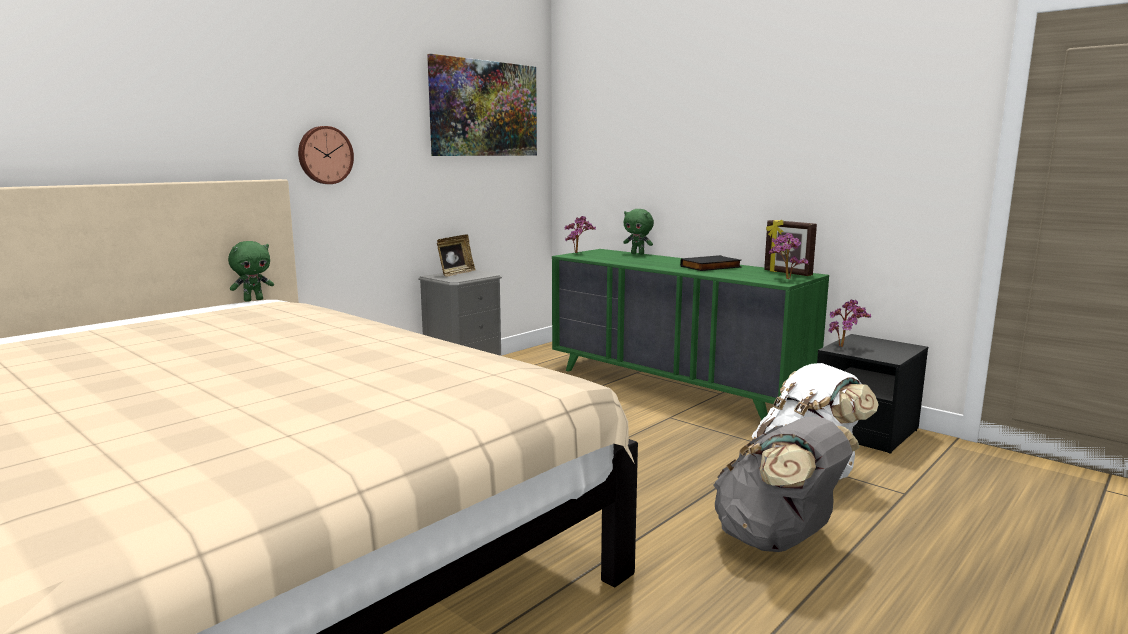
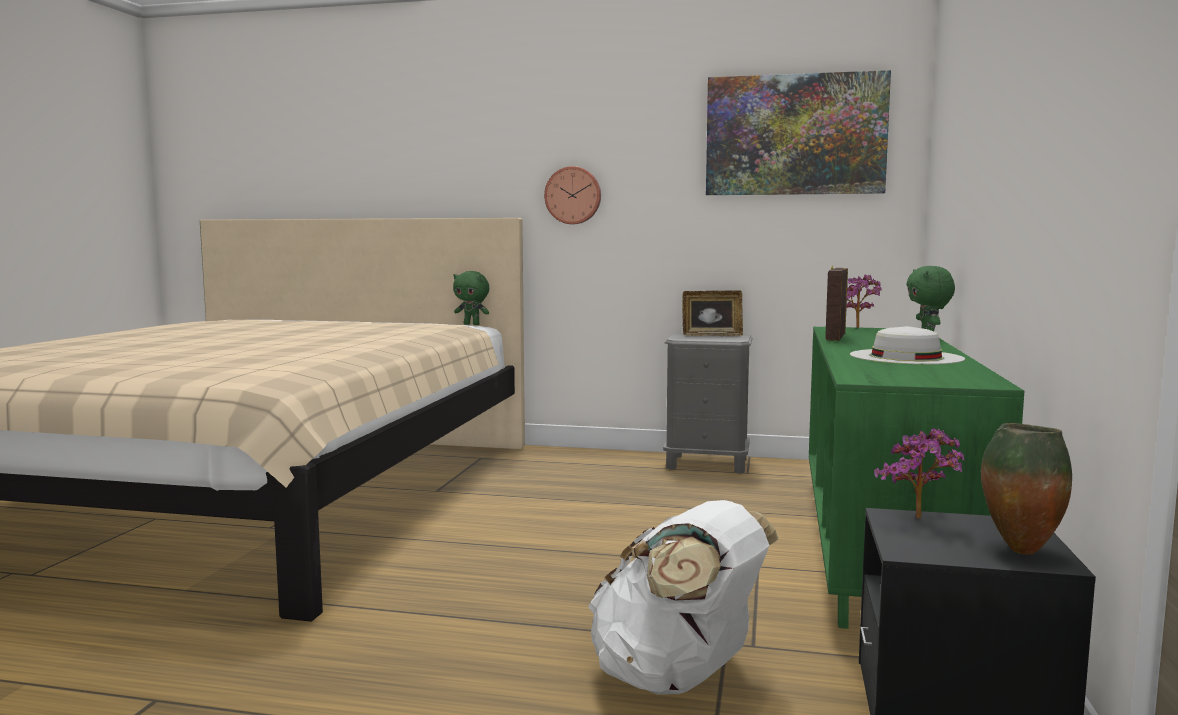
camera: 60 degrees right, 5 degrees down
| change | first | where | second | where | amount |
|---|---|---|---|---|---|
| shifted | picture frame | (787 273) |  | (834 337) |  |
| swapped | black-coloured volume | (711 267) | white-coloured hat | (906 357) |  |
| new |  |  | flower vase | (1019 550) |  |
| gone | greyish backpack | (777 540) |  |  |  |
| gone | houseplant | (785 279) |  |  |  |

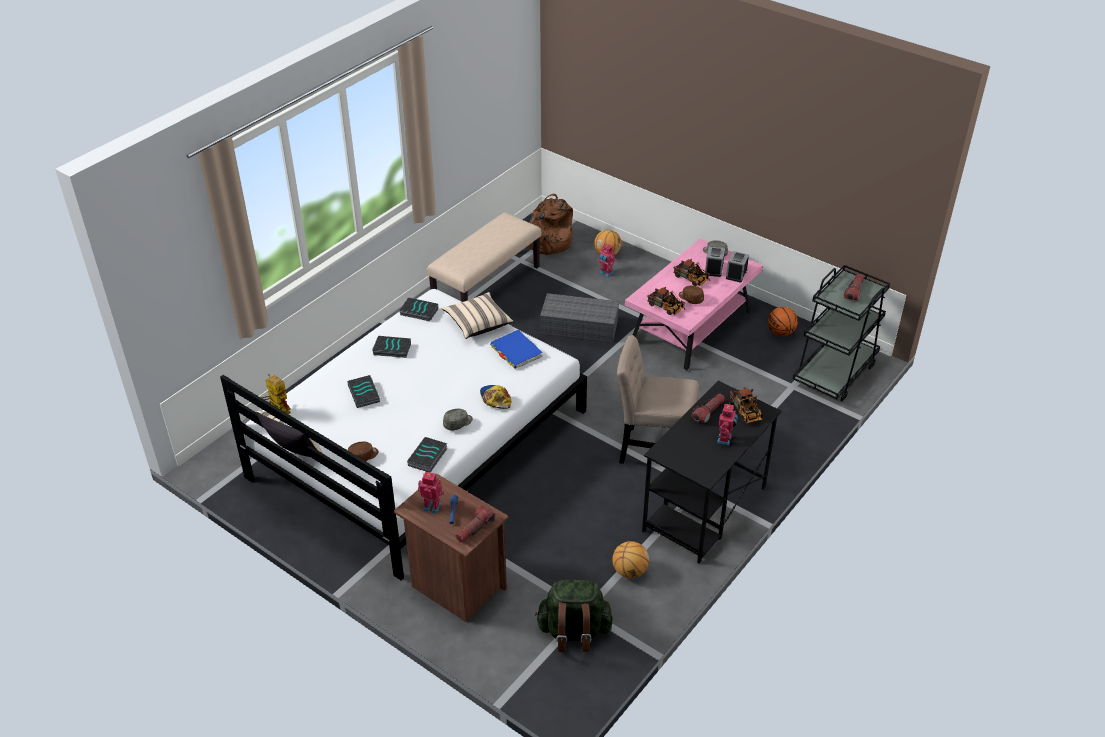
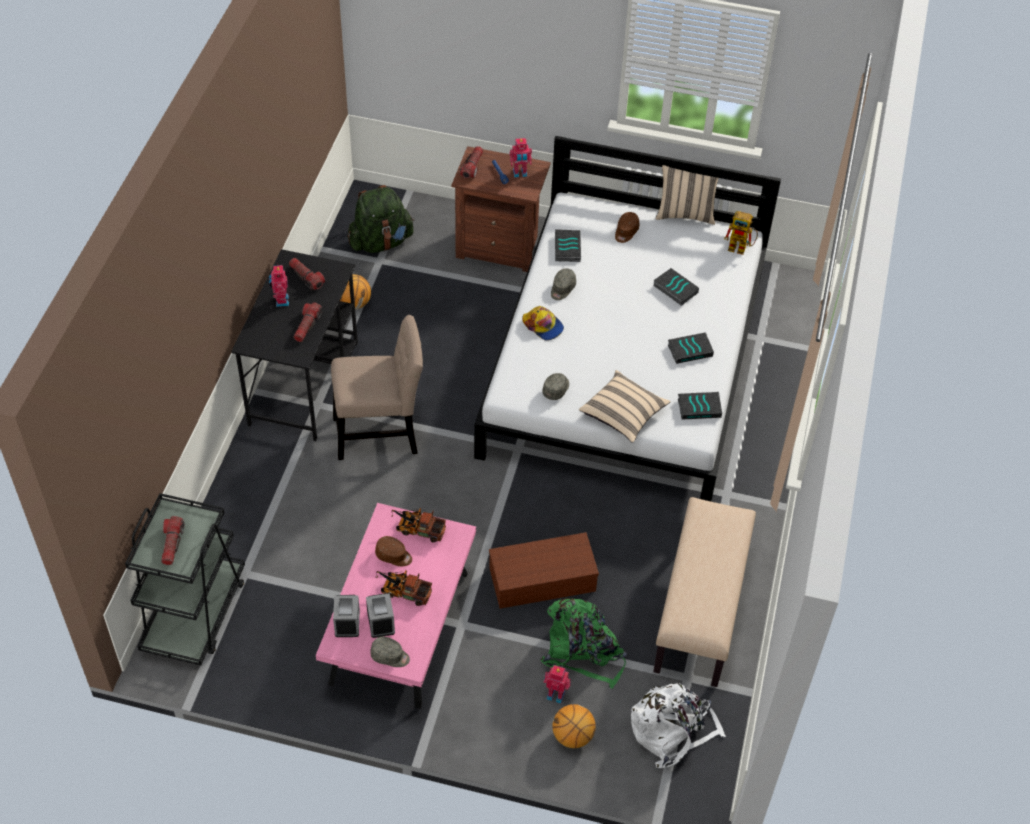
camera: 155 degrees right, 10 degrees up
| change | first | where | second | where | amount |
|---|---|---|---|---|---|
| new |  |  | hand torch | (306 278) |  |
| repainted | greyish storage container | (580 327) | brownish storage container | (541 580) |  |
| new |  |  | greenish backpack | (583 651) |  |
| swapped | blue volume | (516 351) | greyish cap | (556 389) |  |
| repainted | brownish backpack | (546 242) | white-coloured backpack | (672 730) |  |
| gone | toy truck | (746 413) |  |  |  |
| gone | basketball | (781 332) |  |  |  |

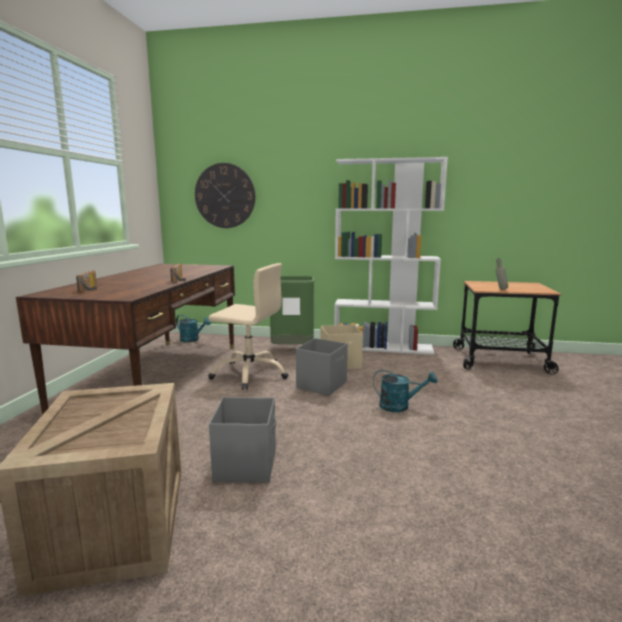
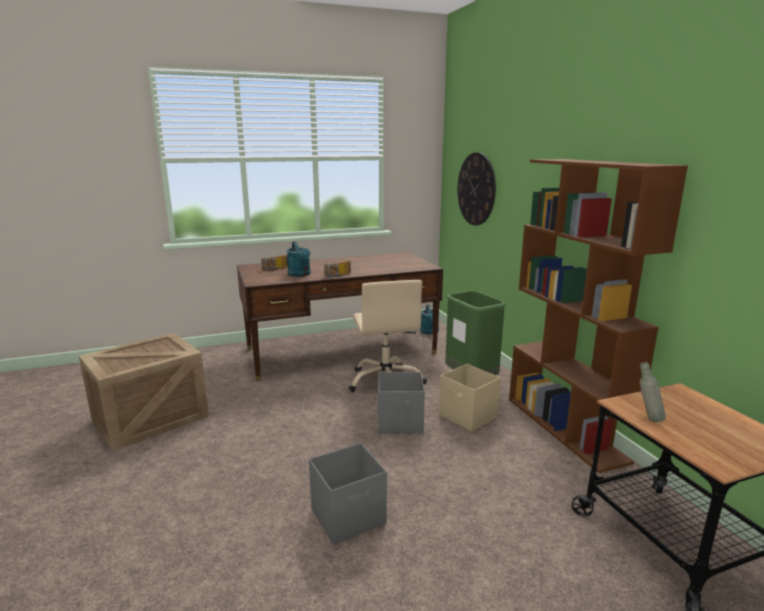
camera: 60 degrees right, 5 degrees up
| change | first | where | second | where | amount |
|---|---|---|---|---|---|
| shifted | blue-green watering can | (400 406) |  | (300 275) |  |
| shifted | greyish storage container | (246 464) |  | (349 516) |  |
| repainted | white-coloured bookshelf | (383 347) | brownish bookshelf | (565 428) |  |

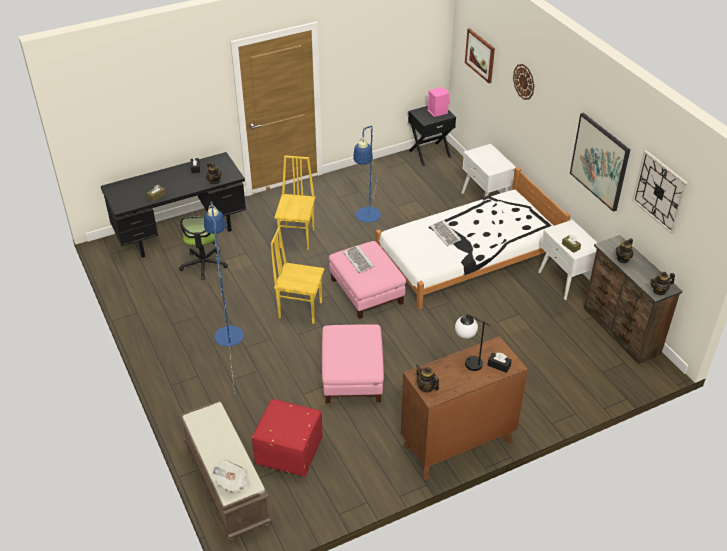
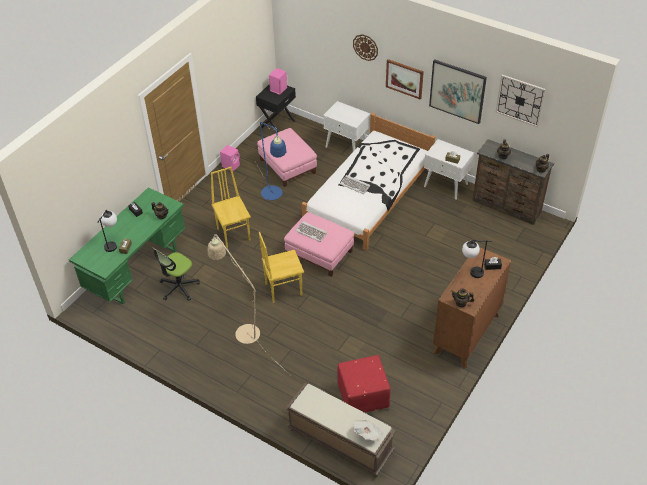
camera: 30 degrees left, 5 degrees up
| change | first | where | second | where | amount |
|---|---|---|---|---|---|
| repainted | black-coloured desk | (182 232) | greenish desk | (137 269) |  |
| new |  |  | lamp for a table | (113 243) |  |
| rotated | desk chair | (203 264) |  | (179 287) | 75 degrees clockwise |
| repainted | blue floor lamp | (228 330) | sand-coloured floor lamp | (243 330) |  |
| new |  |  | pink audio speaker | (231 165) |  |
| shifted | pink ottoman | (351 375) |  | (287 166) |  |
| shifted | wall art | (480 55) |  | (404 78) |  |

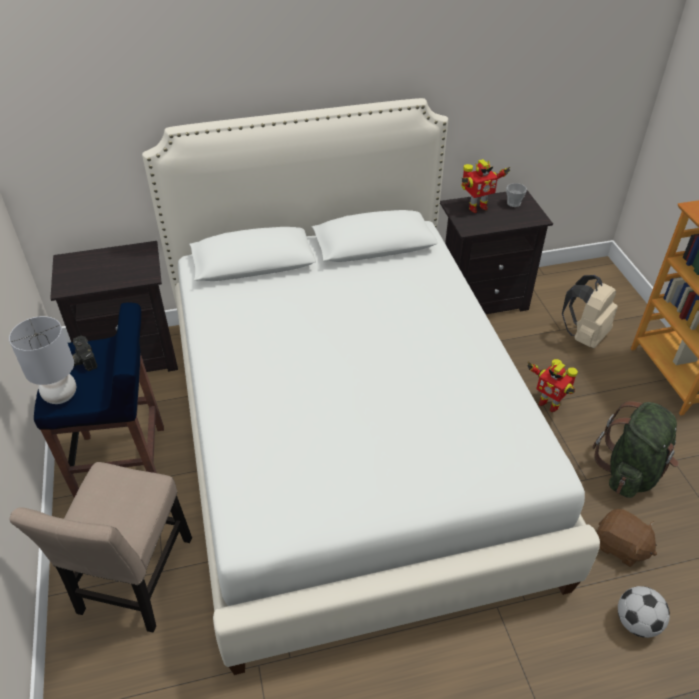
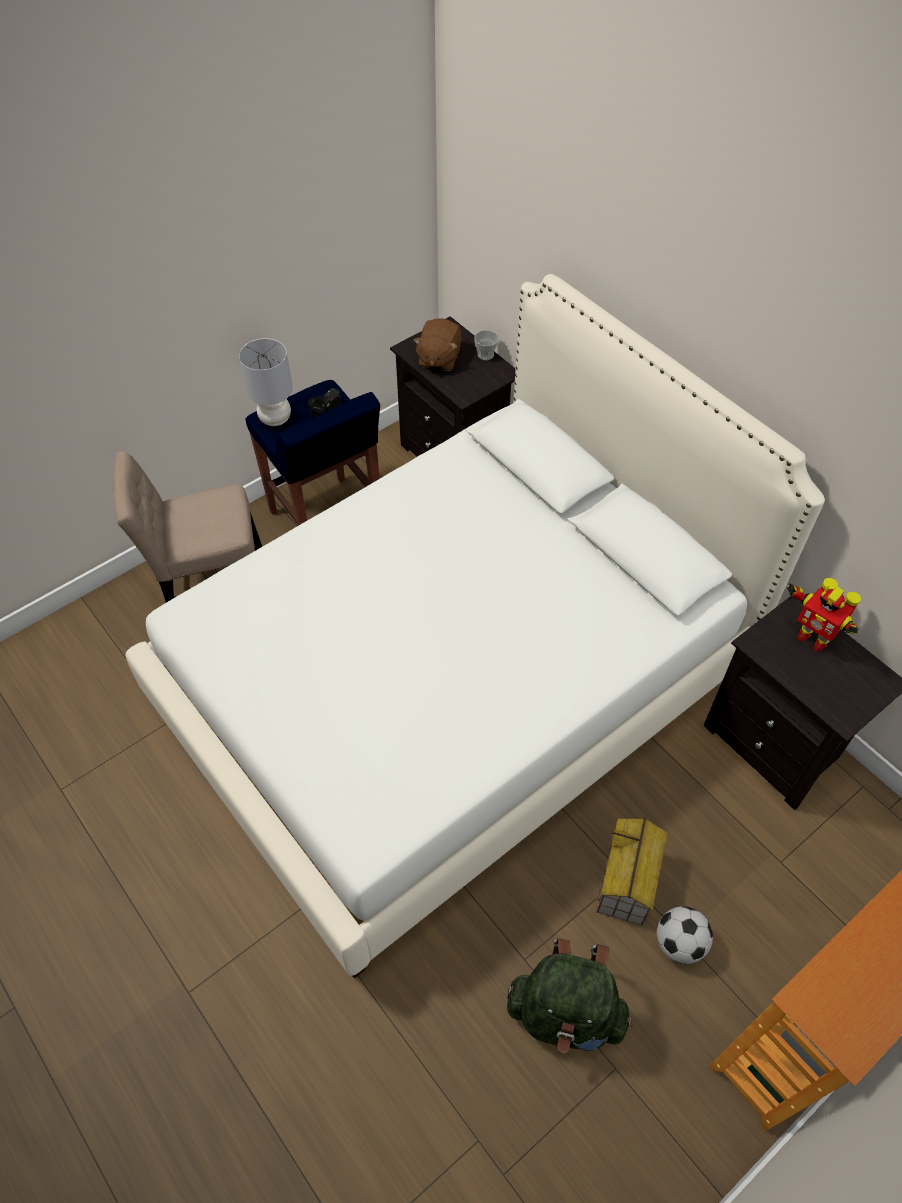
camera: 65 degrees right, 10 degrees up
| change | first | where | second | where | amount |
|---|---|---|---|---|---|
| shifted | brownish soft toy | (621 547) |  | (438 358) |  |
| shifted | cup | (513 203) |  | (485 354) |  |
| swapped | robot figure | (548 403) | miniature house | (627 882) |  |
| shifted | football | (636 622) |  | (679 943) |  |
| gone | sand-coloured backpack | (584 336) |  |  |  |

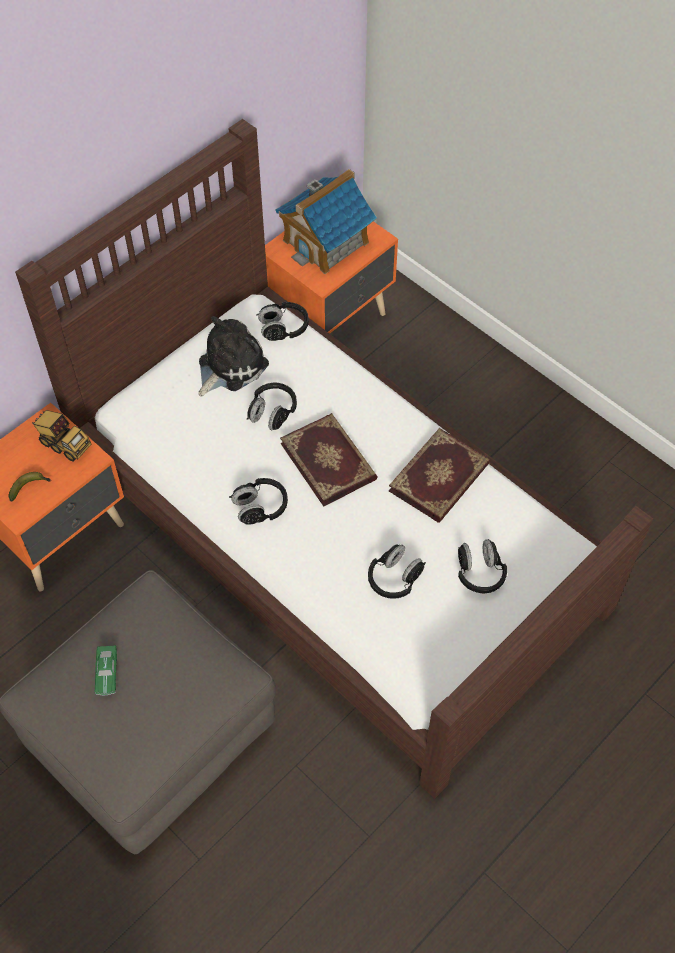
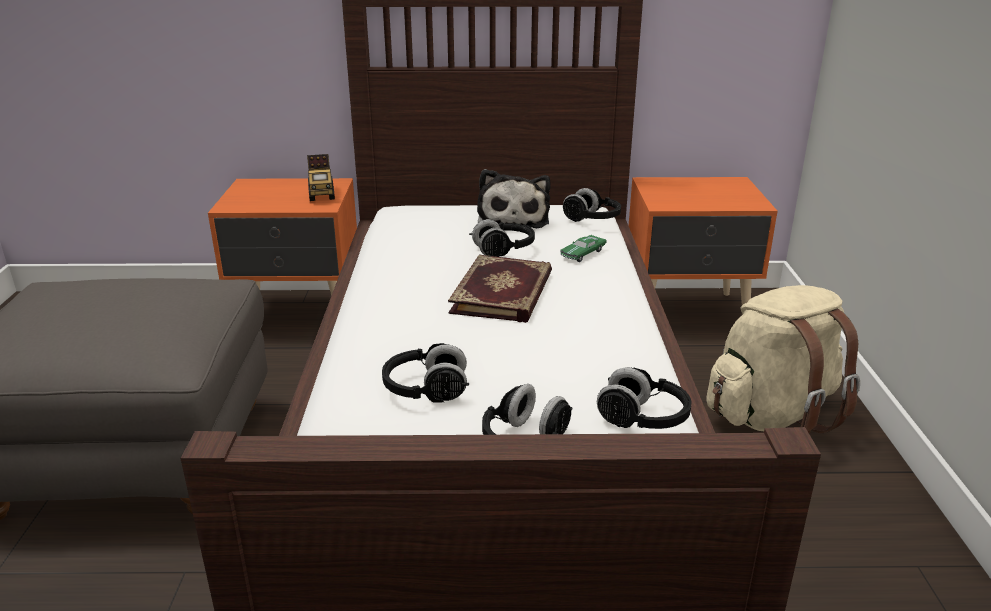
camera: 45 degrees right, 30 degrees down
| change | first | where | second | where | amount |
|---|---|---|---|---|---|
| rotated | soft toy | (229 366) |  | (513 219) | 90 degrees clockwise |
| shifted | greenish toy car | (107 672) |  | (583 254) |  |
| shifted | black-coloured pair of headphones | (260 507) |  | (642 419) |  |
| new |  |  | sand-coloured backpack | (772 416) |  |
| gone | banana | (30 487) |  |  |  |
| gone | miniature house | (326 241) |  |  |  |
| gone | volume | (440 478) |  |  |  |

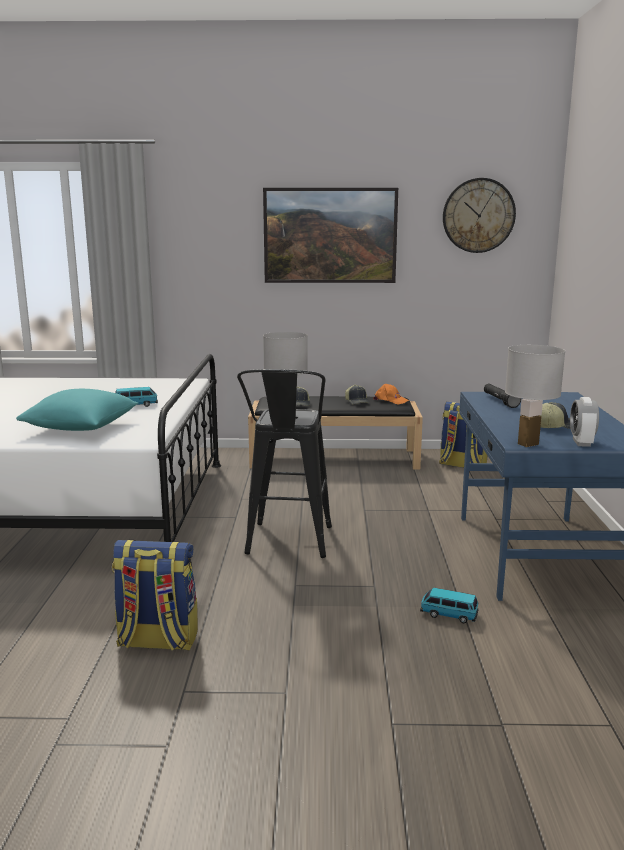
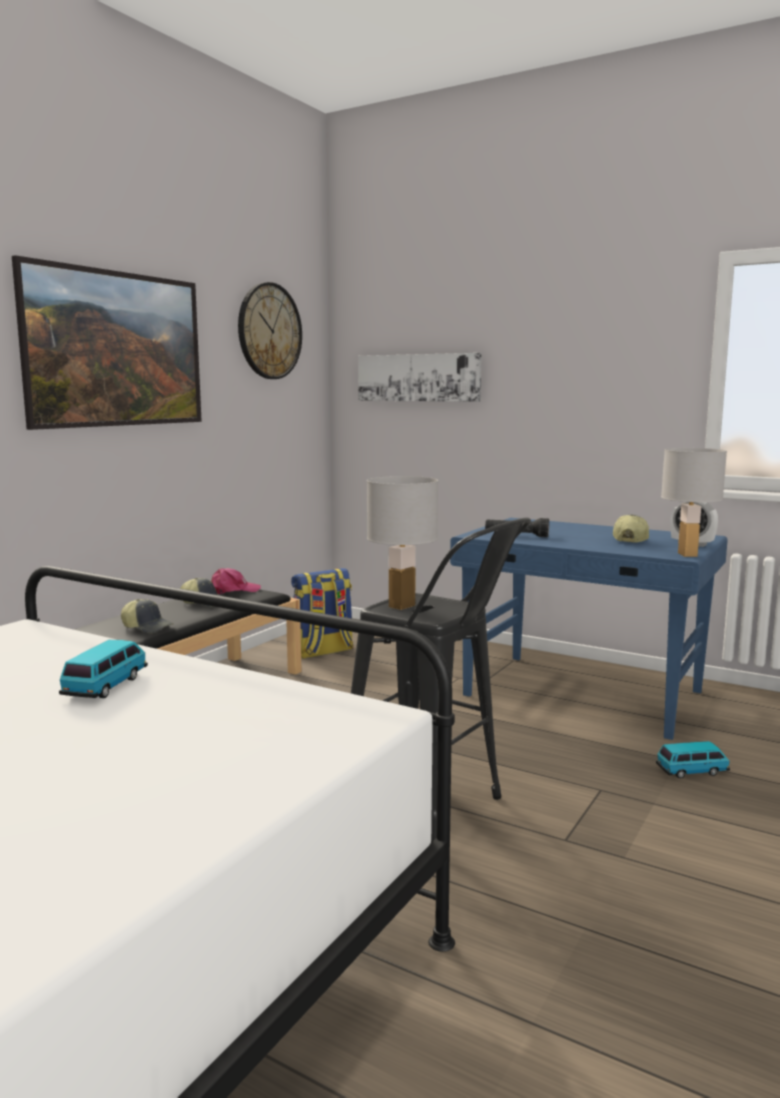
camera: 60 degrees left, 5 degrees down
| change | first | where | second | where | amount |
|---|---|---|---|---|---|
| repainted | orange-coloured cap | (390 400) | pink cap | (232 591) |  |
| new |  |  | wall art | (418 378) |  |
| rotated | toy car | (448 614) |  | (692 771) | 150 degrees counterclockwise |
| gone | blue-green throw pillow | (82 428) |  |  |  |
| gone | backpack | (157 641) |  |  |  |

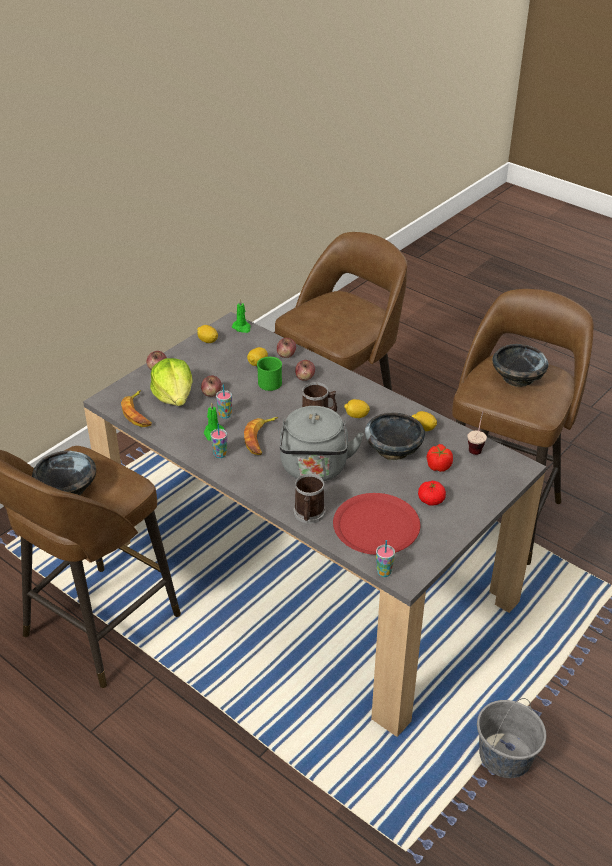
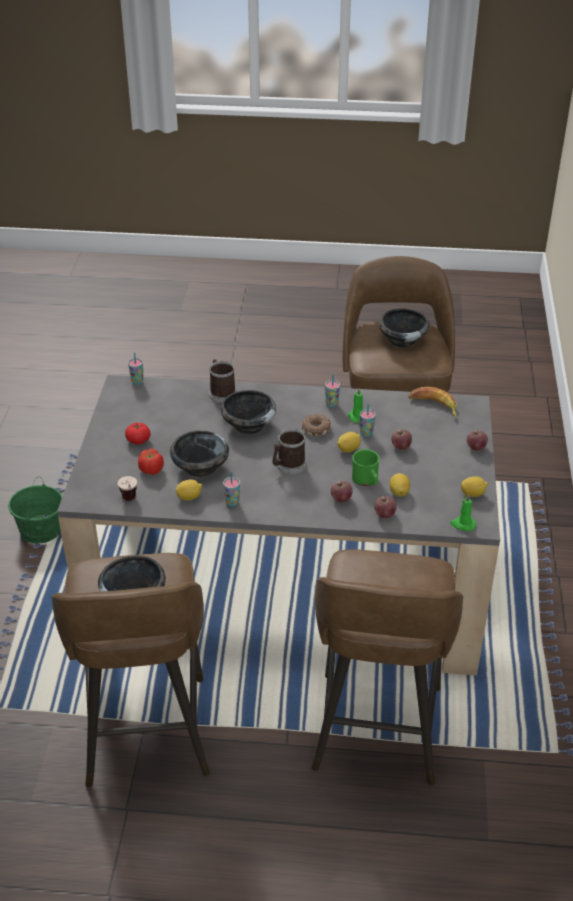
camera: 145 degrees right, 0 degrees up
| change | first | where | second | where | amount |
|---|---|---|---|---|---|
| repainted | greyish water bucket | (505 756) | greenish water bucket | (41 529) |  |
| swapped | greyish water kettle | (315 469) | black-coloured deep dish | (248 424) |  |
| new |  |  | cup | (232 502) |  |
| swapped | banana | (261 438) | doughnut | (315 428) |  |
| shifted | citrus fruit | (356 416) |  | (348 449) |  |
| gone | lettuce head | (174 396) |  |  |  |
| gone | reddish dinner plate | (376 525) |  |  |  |

